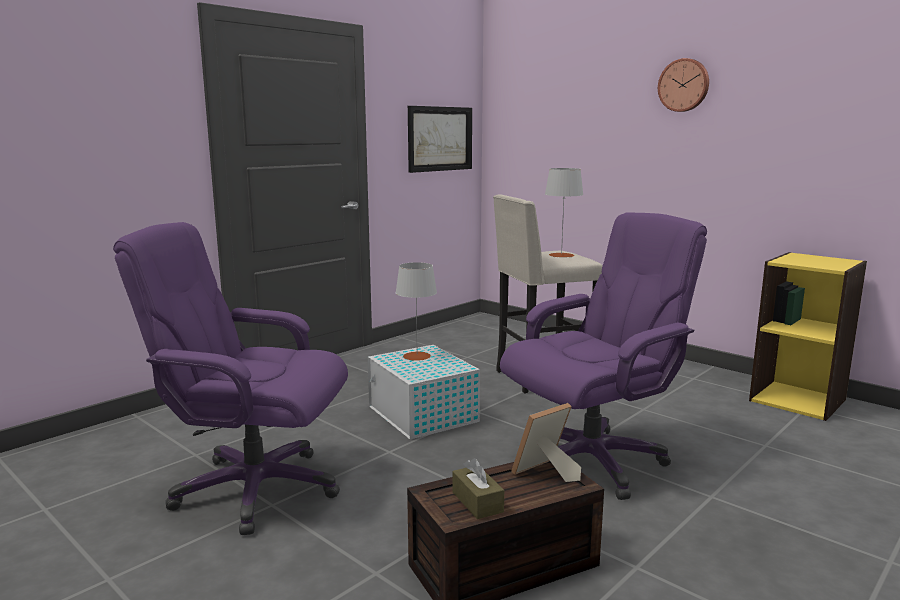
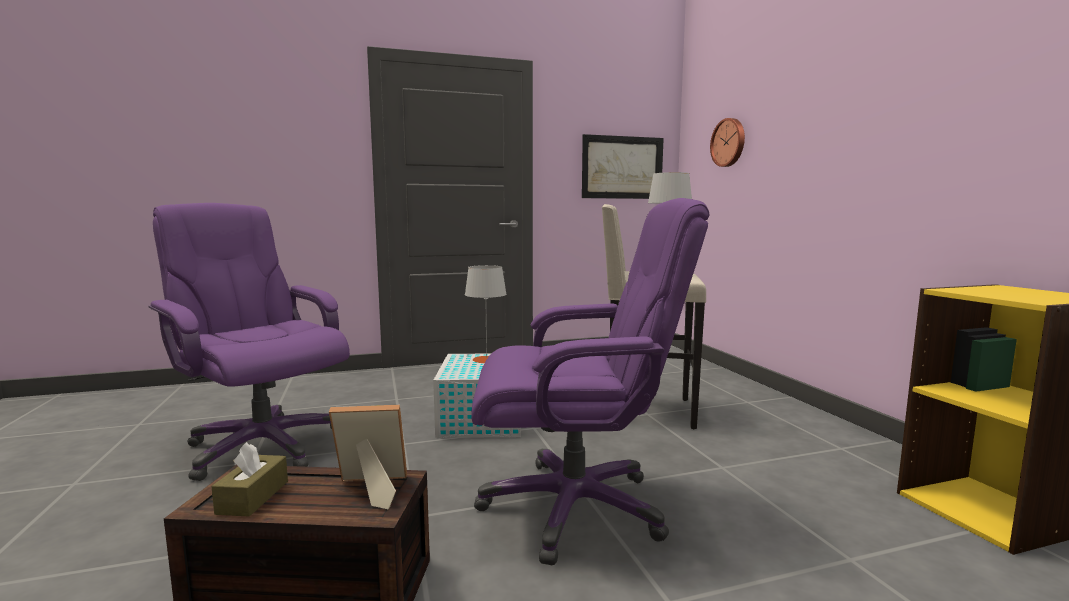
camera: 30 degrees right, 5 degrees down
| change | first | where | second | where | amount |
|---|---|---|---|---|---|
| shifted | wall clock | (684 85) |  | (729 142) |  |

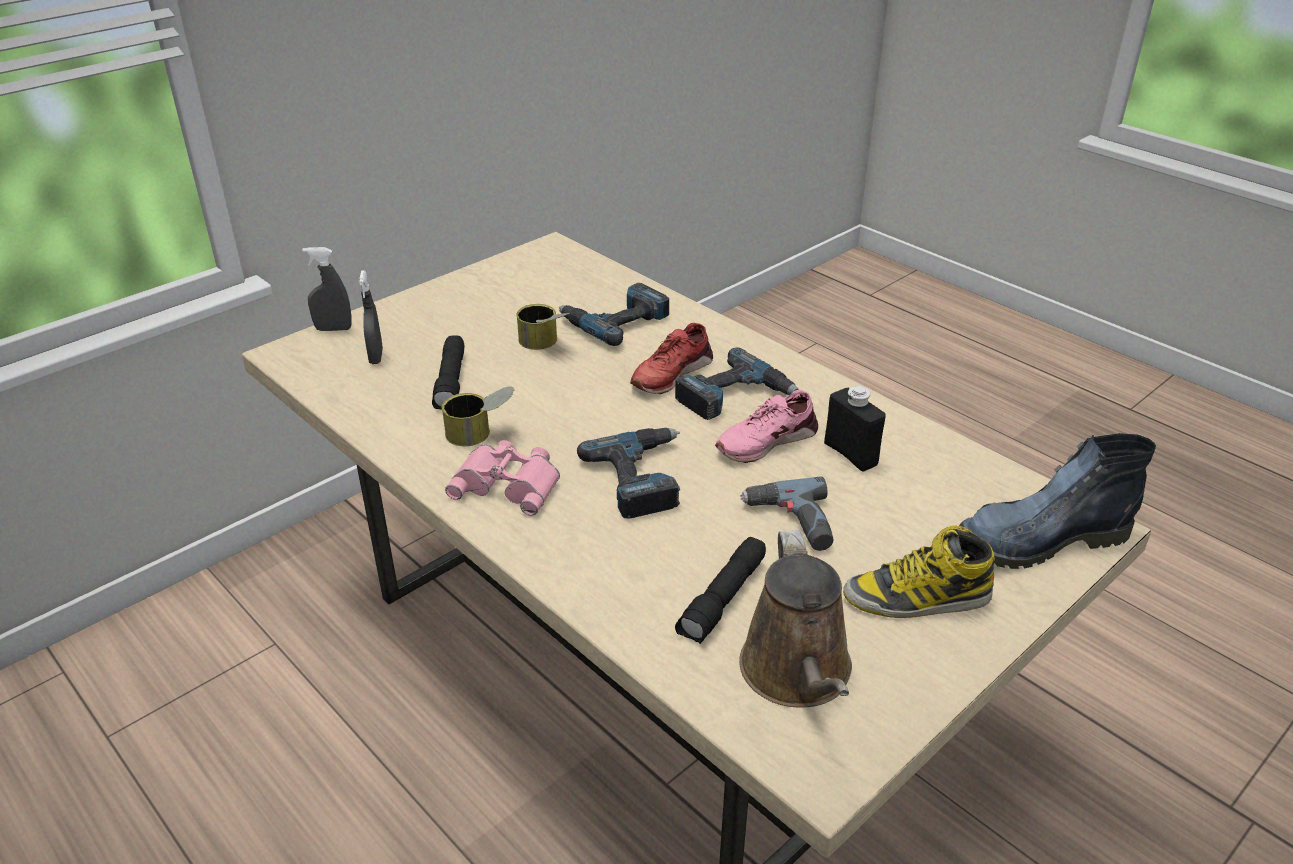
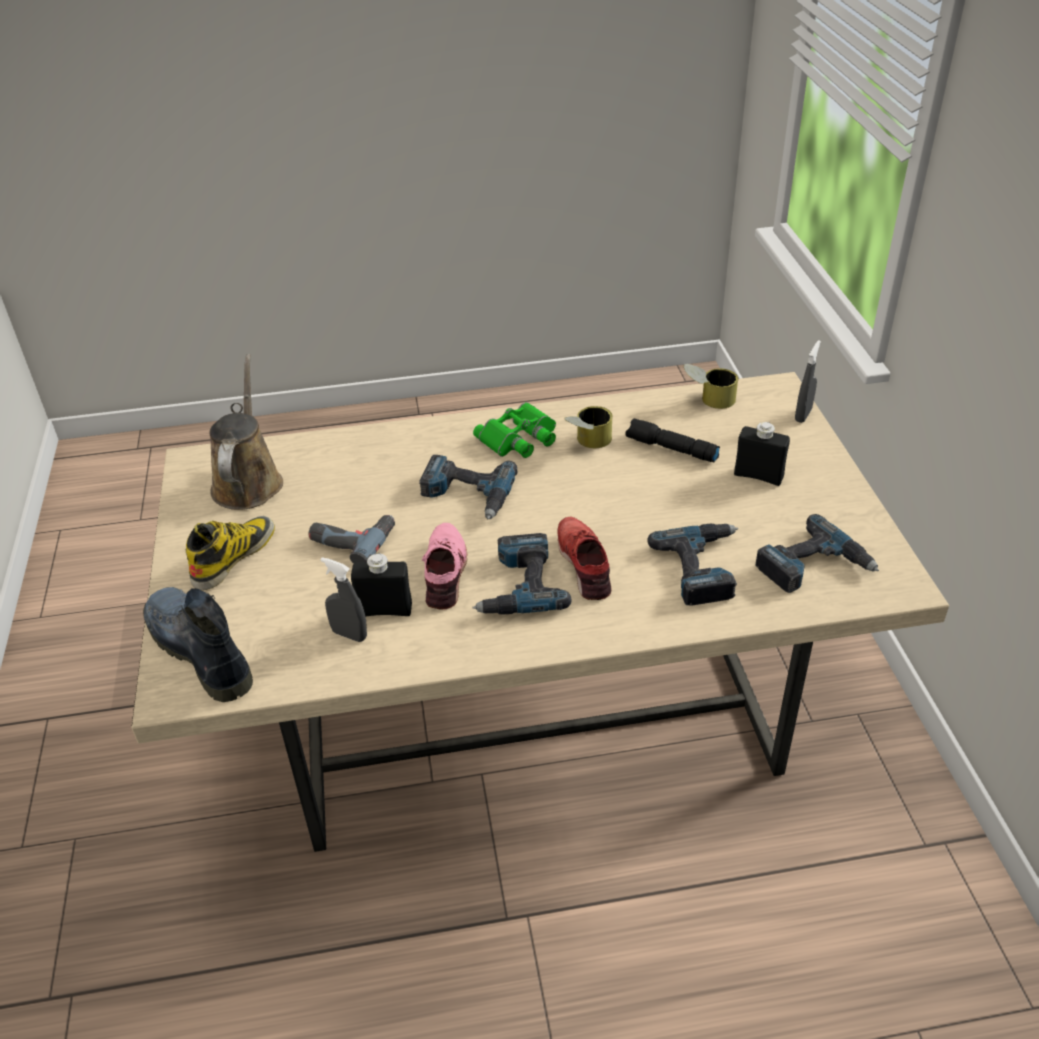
camera: 125 degrees right, 5 degrees up
| change | first | where | second | where | amount |
|---|---|---|---|---|---|
| rotated | tall boot | (1039 541) |  | (198 650) | 60 degrees counterclockwise |
| rotated | brownish watering can | (798 674) |  | (248 481) | 60 degrees clockwise |
| shifted | greyish hand sprayer | (376 357) |  | (349 634) |  |
| repainted | pink pair of binoculars | (509 483) | greenish pair of binoculars | (520 438) |  |
| shifted | sealed can | (544 344) |  | (708 400) |  |
| new |  |  | black-coloured beverage bottle | (758 476) |  |
| new |  |  | electric drill | (813 567) |  |
| gone | black-coloured hand torch | (723 600) |  |  |  |

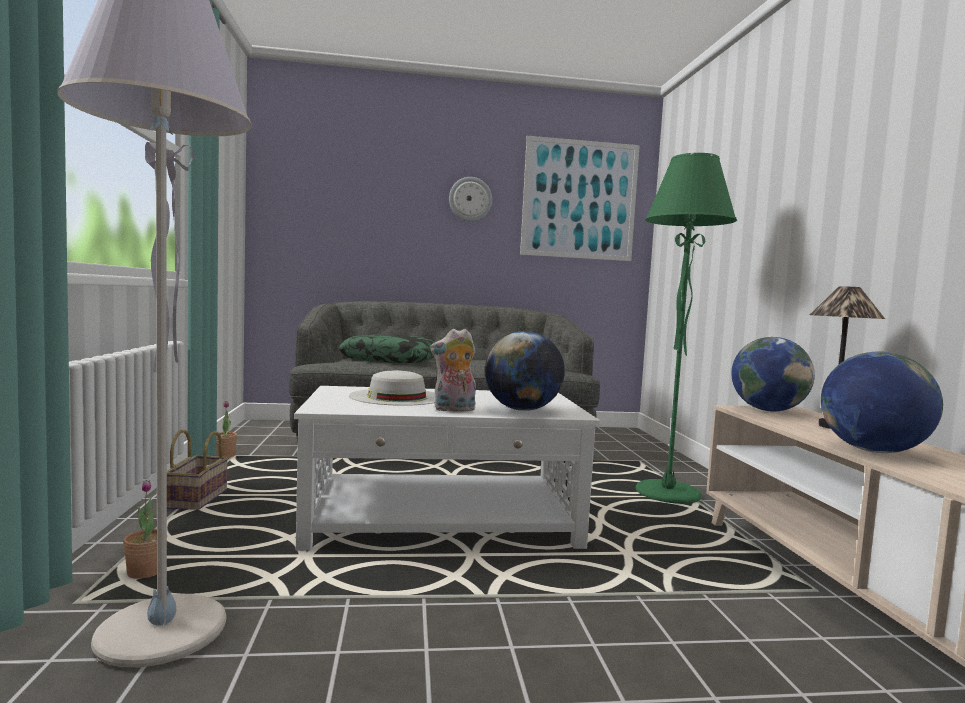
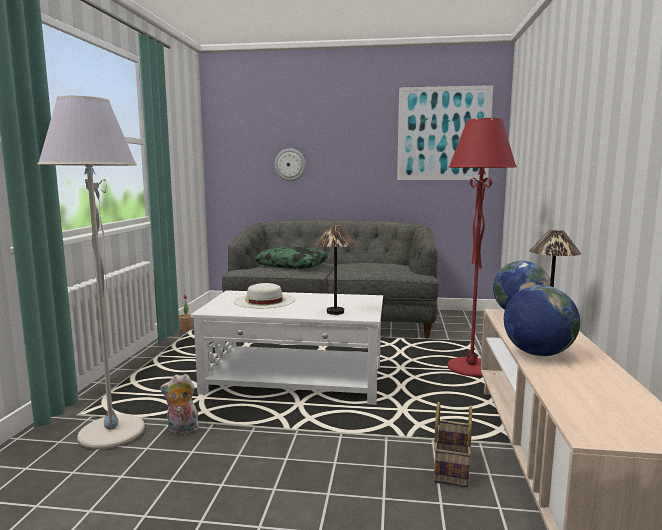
camera: 15 degrees right, 5 degrees up
| change | first | where | second | where | amount |
|---|---|---|---|---|---|
| shifted | soft toy | (454 410) |  | (182 430) |  |
| shifted | wall clock | (470 199) |  | (290 164) |  |
| swapped | desk globe | (522 410) | lamp for a table | (335 312) |  |
| shifted | household basket | (197 499) |  | (450 467) |  |
| repainted | greenish floor lamp | (668 494) | reddish floor lamp | (471 368) |  |
| gone | houseplant | (145 573) |  |  |  |

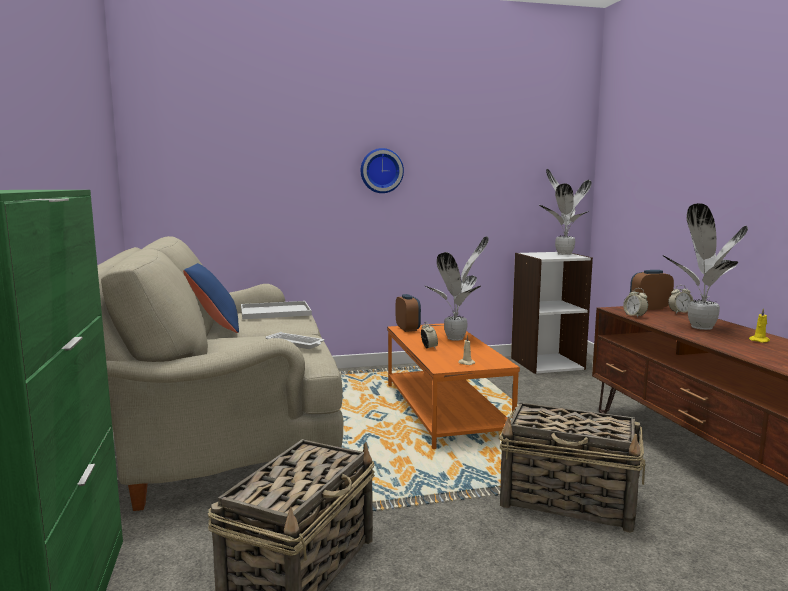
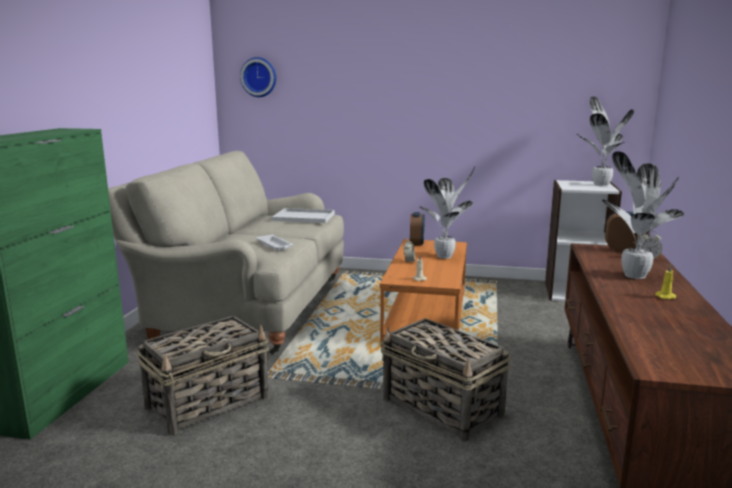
camera: 25 degrees right, 5 degrees up
| change | first | where | second | where | amount |
|---|---|---|---|---|---|
| shifted | wall clock | (381 171) |  | (259 77) |  |
| gone | blue throw pillow | (213 325) |  |  |  |
| gone | alarm clock | (634 316) |  |  |  |

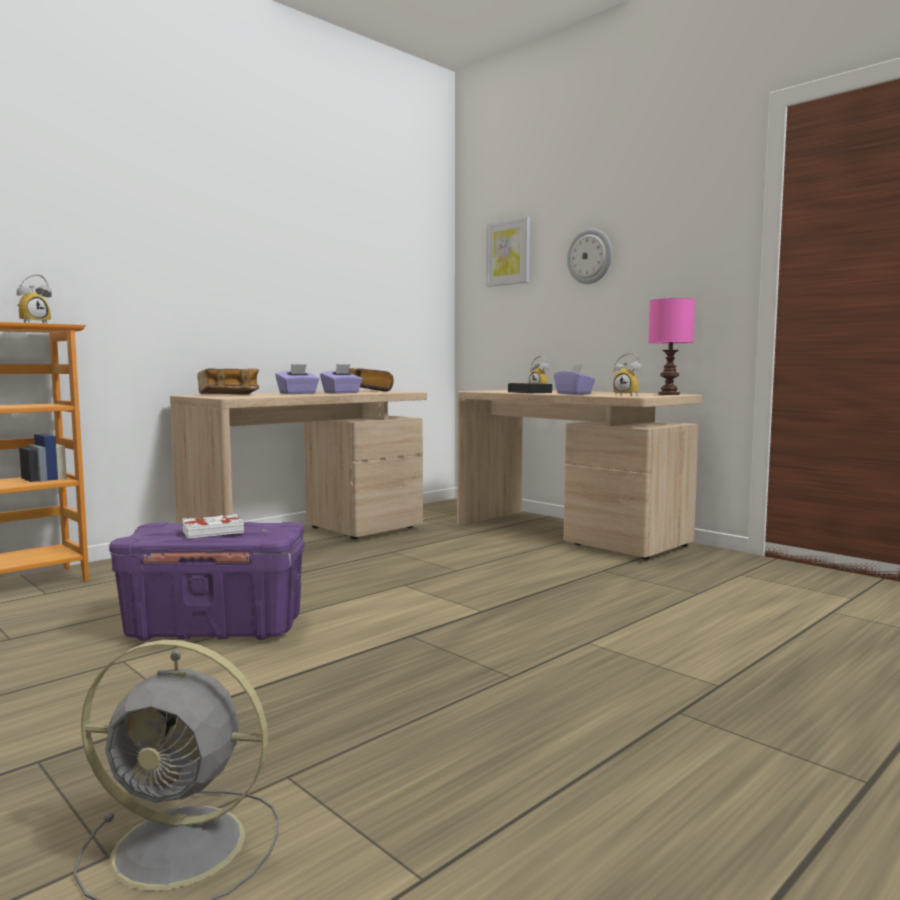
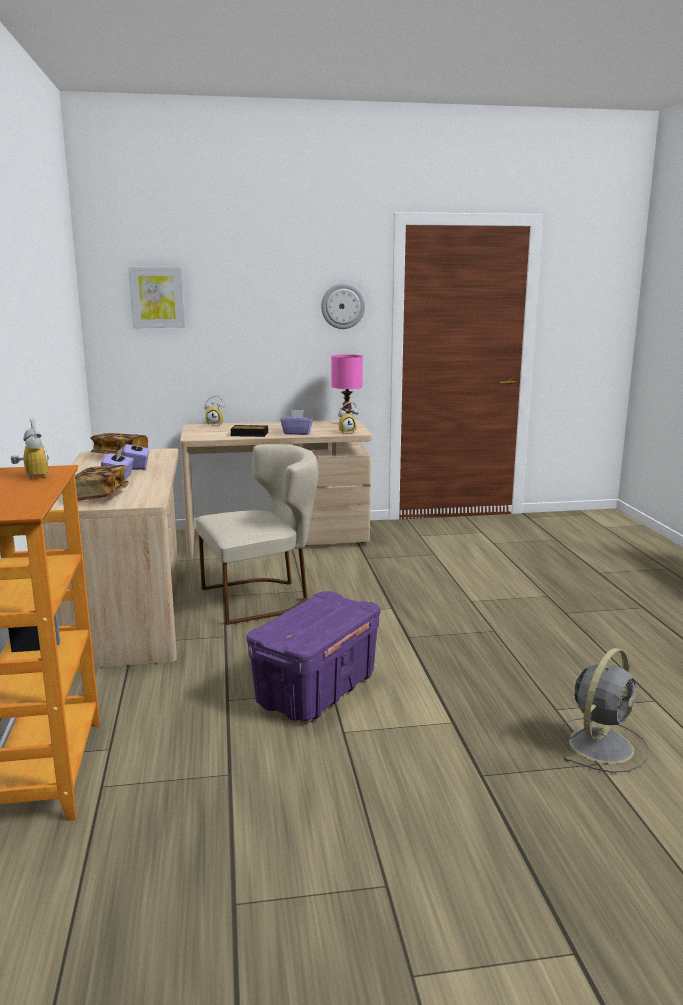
camera: 55 degrees left, 10 degrees up
| change | first | where | second | where | amount |
|---|---|---|---|---|---|
| new |  |  | sand-coloured plain chair | (262 598) |  |
| shifted | wall clock | (590 256) |  | (343 306) |  |
| gone | white-coloured volume | (213 532) |  |  |  |

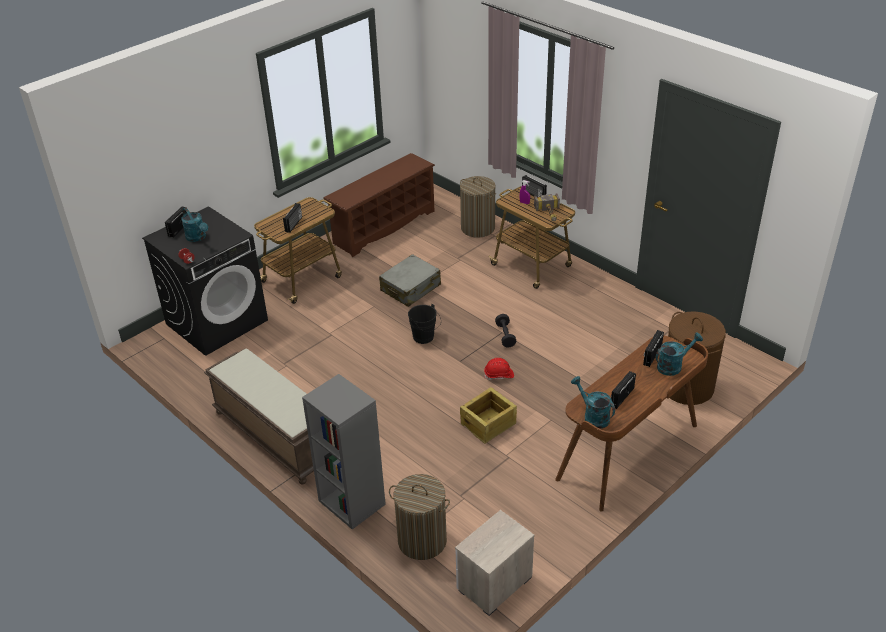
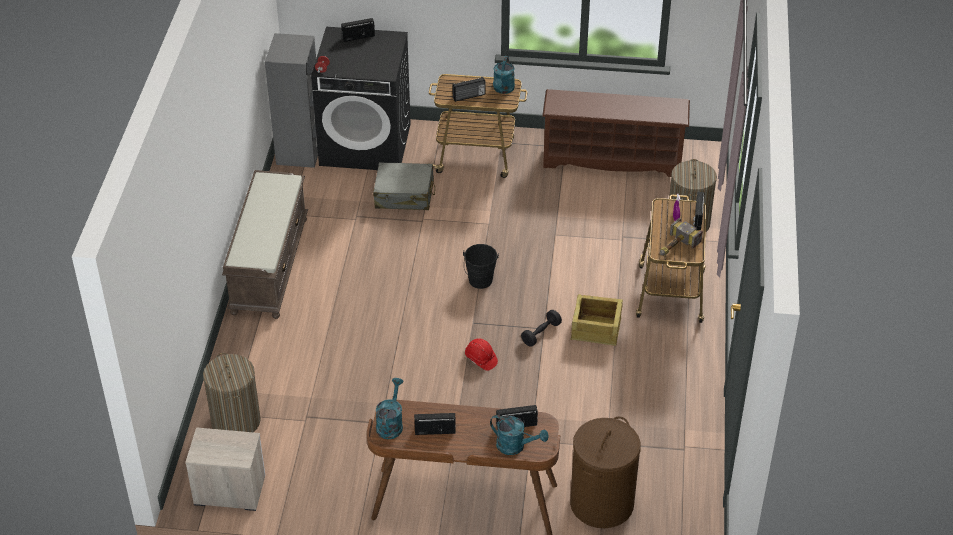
camera: 50 degrees right, 5 degrees up
| change | first | where | second | where | amount |
|---|---|---|---|---|---|
| shifted | greyish bookshelf | (351 502) |  | (299 151) |  |
| shifted | greyish piece of luggage | (411 288) |  | (404 195) |  |
| shifted | blue-green watering can | (198 238) |  | (503 90) |  |
| shifted | shipping crate | (489 424) |  | (596 329) |  |

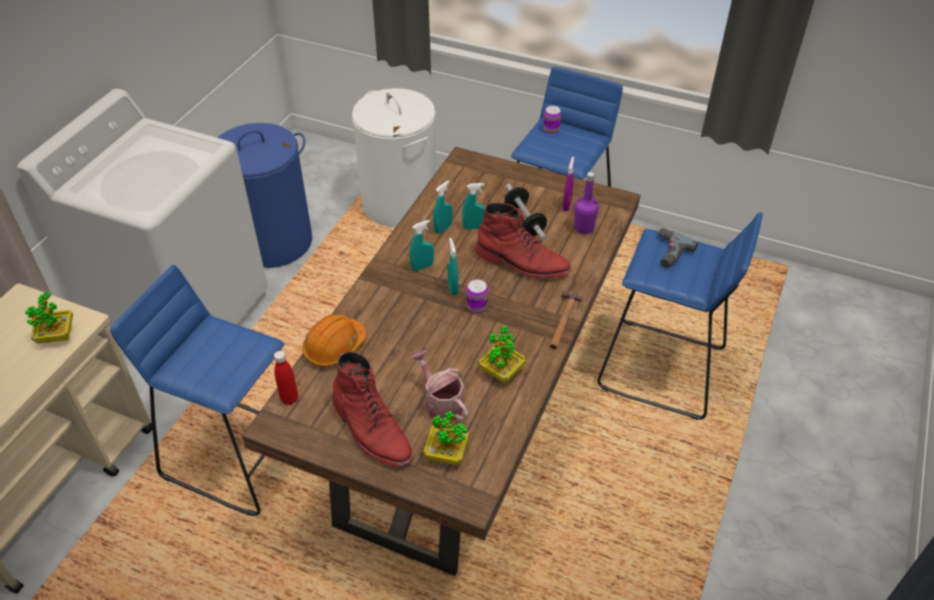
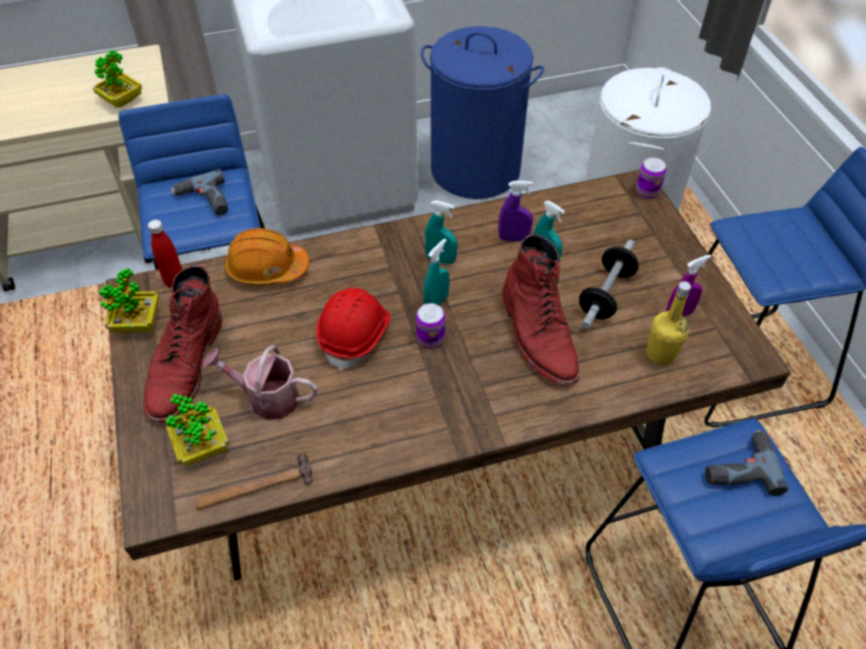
camera: 50 degrees right, 5 degrees up
| change | first | where | second | where | amount |
|---|---|---|---|---|---|
| shifted | houseplant | (501 371) |  | (137 323) |  |
| new |  |  | electric drill | (204 201) |  |
| shifted | tool hammer | (562 322) |  | (255 487) |  |
| rotated | watering can | (441 403) |  | (267 397) | 90 degrees counterclockwise |
| new |  |  | reddish work helmet | (355 335) |  |
| repainted | blue-green hand sprayer | (443 228) | purplish hand sprayer | (513 238) |  |
| shifted | sealed can | (551 129) |  | (647 191) |  |
| repainted | purplish beverage bottle | (584 228) | yellow beverage bottle | (660 354) |  |

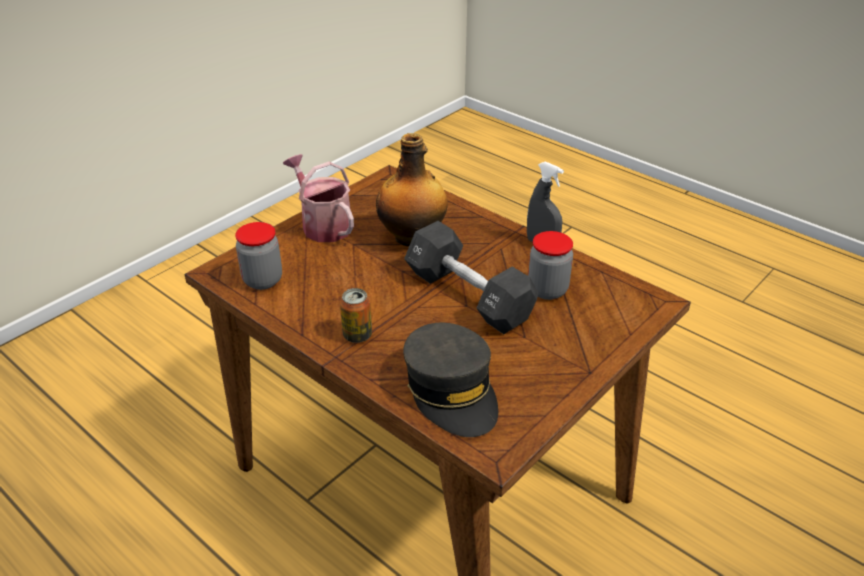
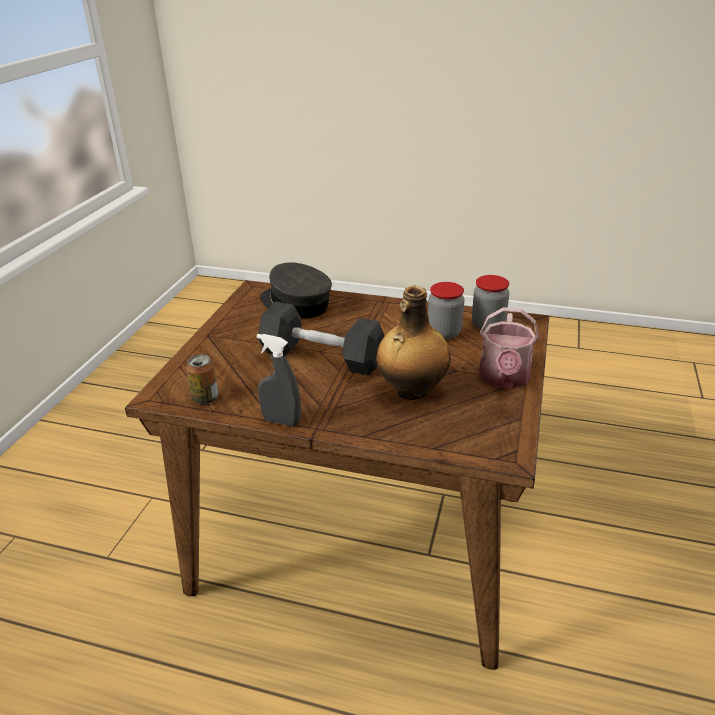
camera: 155 degrees right, 5 degrees down
| change | first | where | second | where | amount |
|---|---|---|---|---|---|
| shifted | sealed can | (357 335) |  | (205 398) |  |
| shifted | preserve jar | (547 290) |  | (444 333) |  |
| rotated | watering can | (323 224) |  | (504 378) | 75 degrees clockwise |

